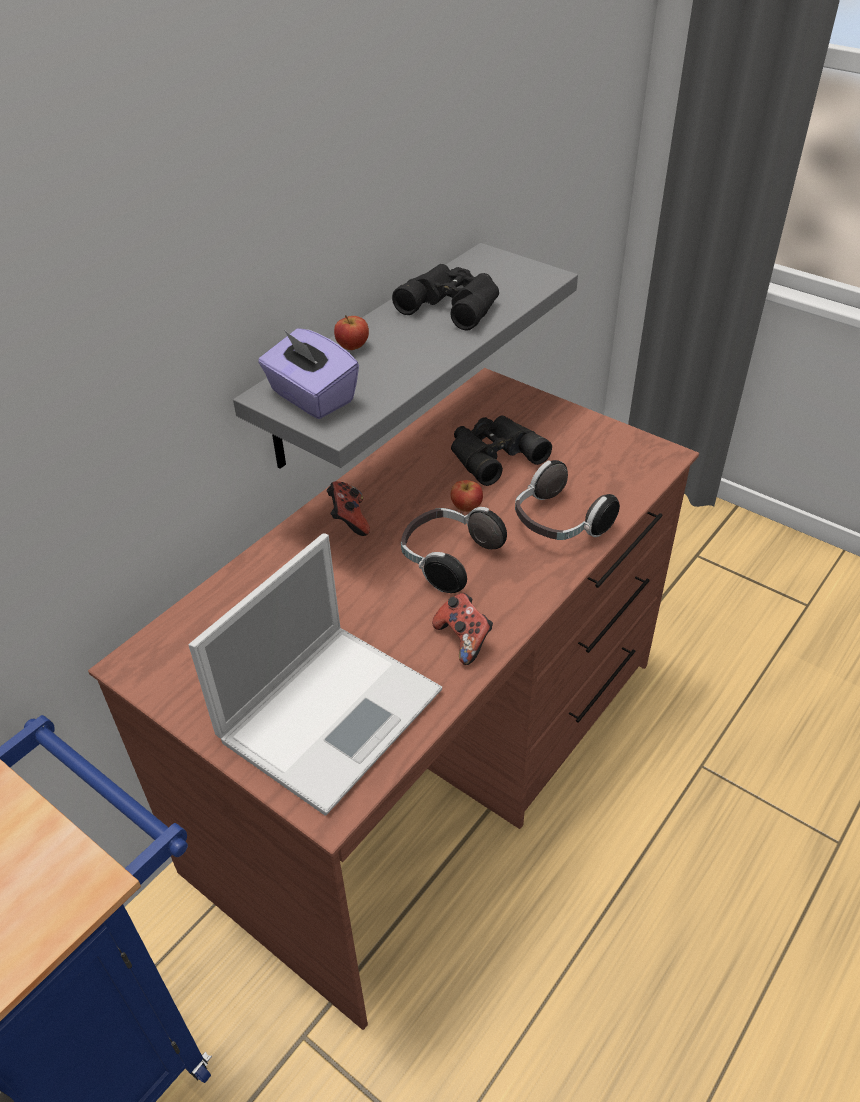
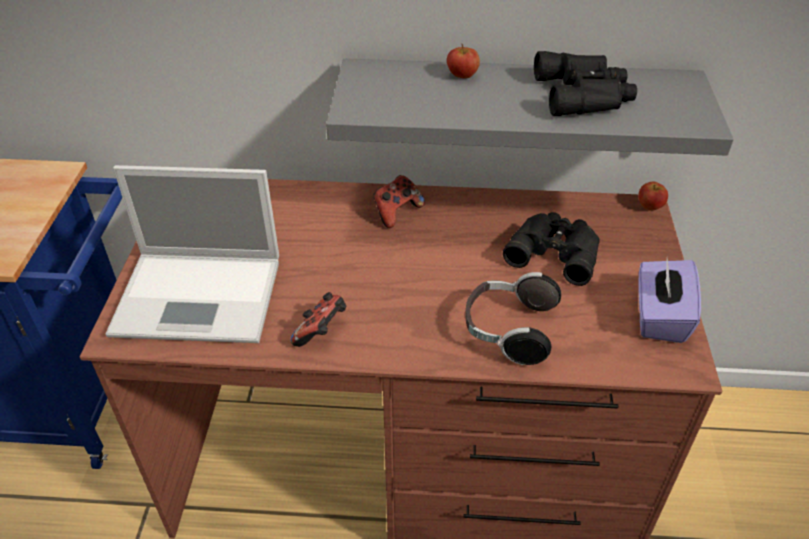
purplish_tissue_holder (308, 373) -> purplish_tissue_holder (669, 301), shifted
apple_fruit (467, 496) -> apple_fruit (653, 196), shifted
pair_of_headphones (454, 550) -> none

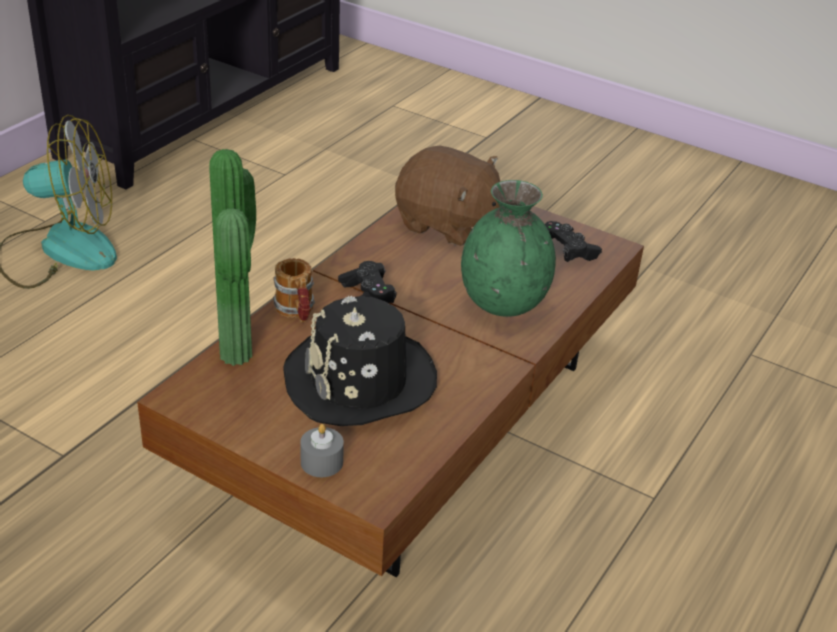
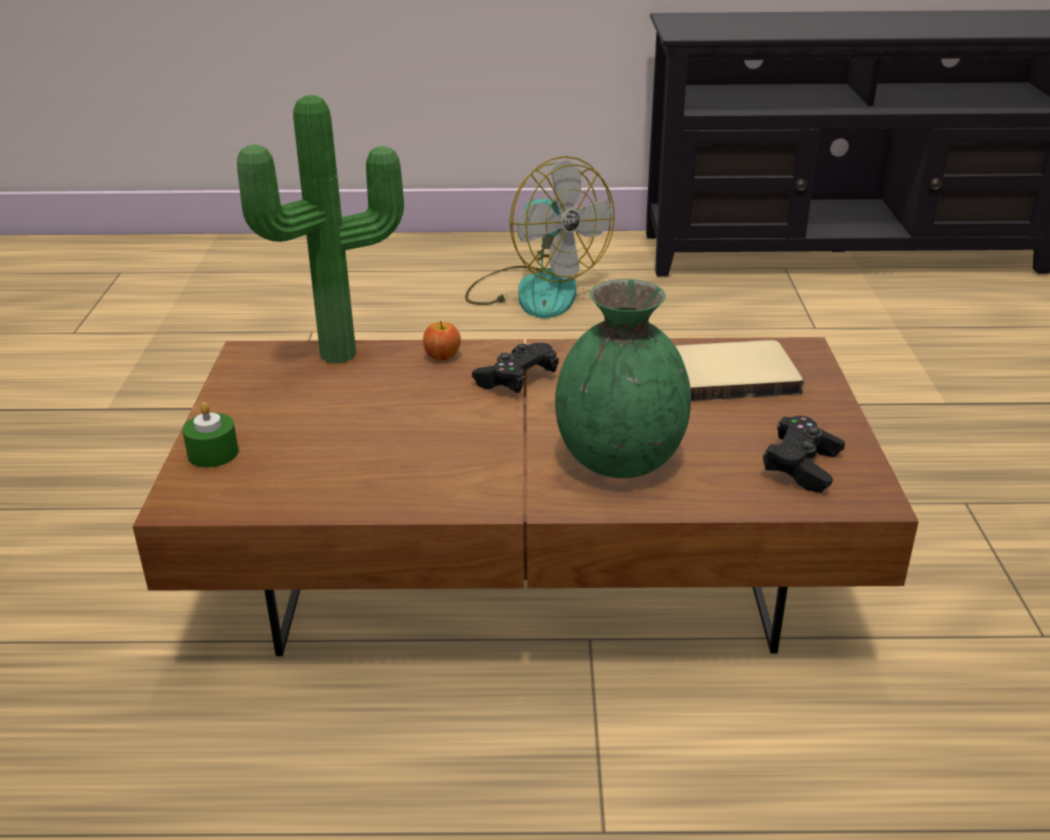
brownish_plush_toy (447, 195) -> sand-coloured_bound_book (739, 370)
mug (294, 290) -> apple_fruit (442, 341)
blackish_clothing_hat (360, 361) -> none
greyish_wax_candle (322, 450) -> greenish_wax_candle (210, 435)

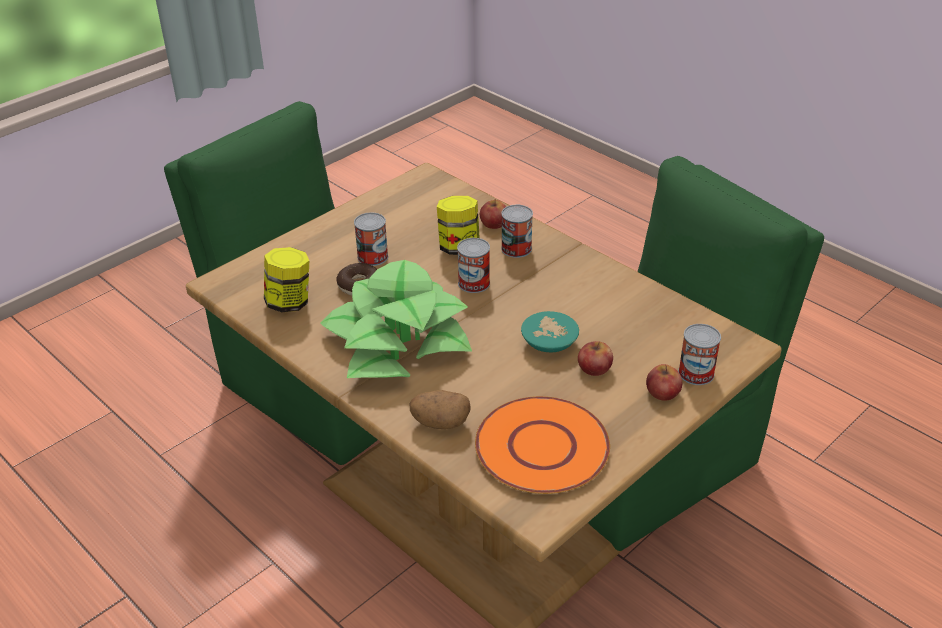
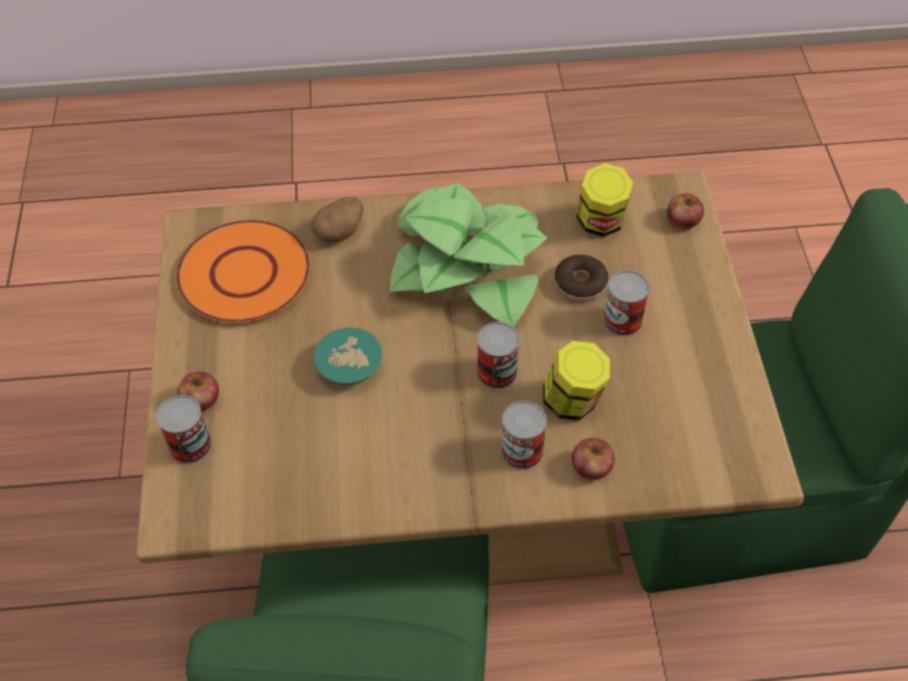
apple_fruit (595, 358) -> apple_fruit (685, 211), shifted

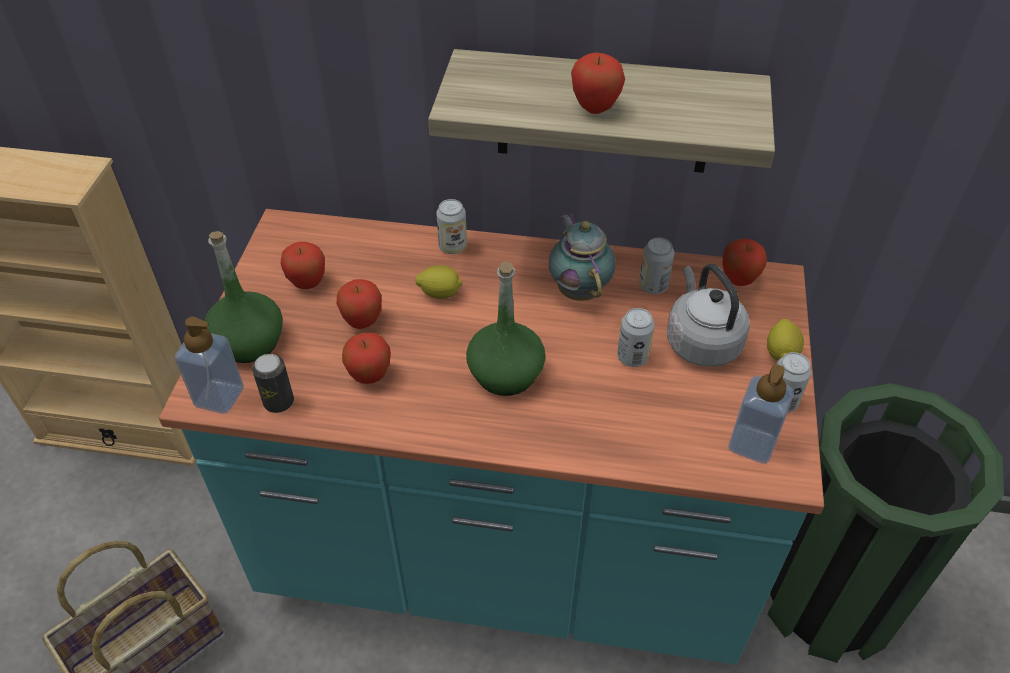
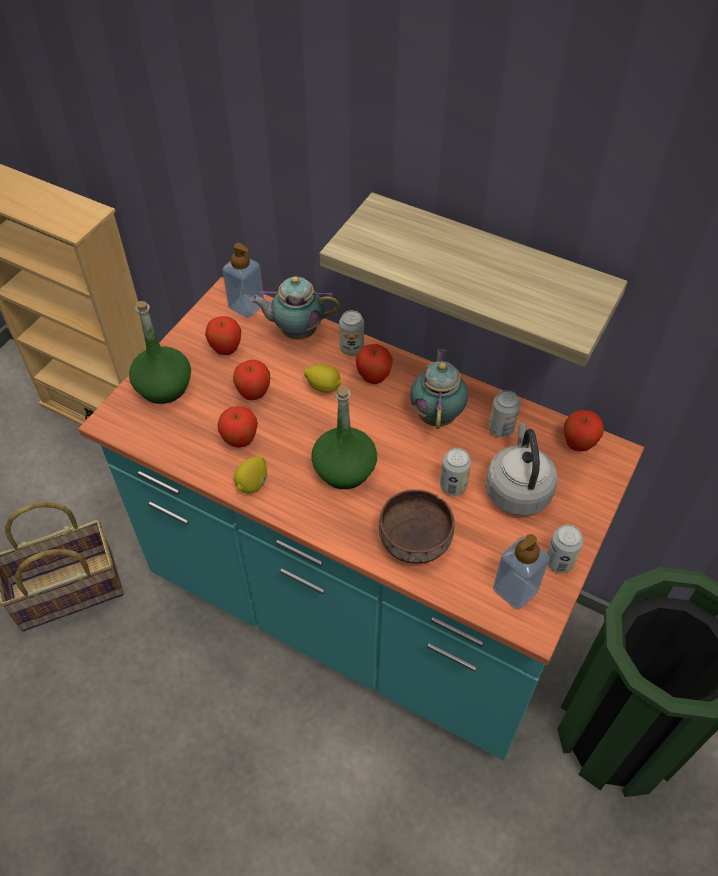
apple_fruit (598, 83) -> apple_fruit (374, 364), shifted
liquid_soap_bottle (209, 365) -> liquid_soap_bottle (243, 280), shifted
whole_lemon (785, 340) -> whole_lemon (250, 475), shifted
metal_can (273, 383) -> none
none -> teapot (295, 308)
none -> brownish_deep_dish (417, 527)

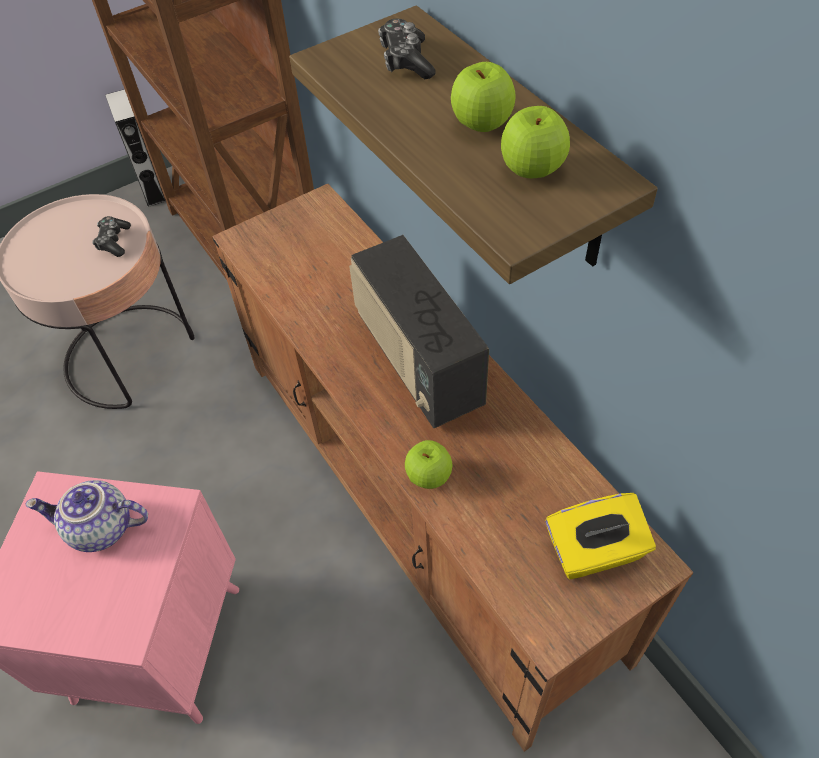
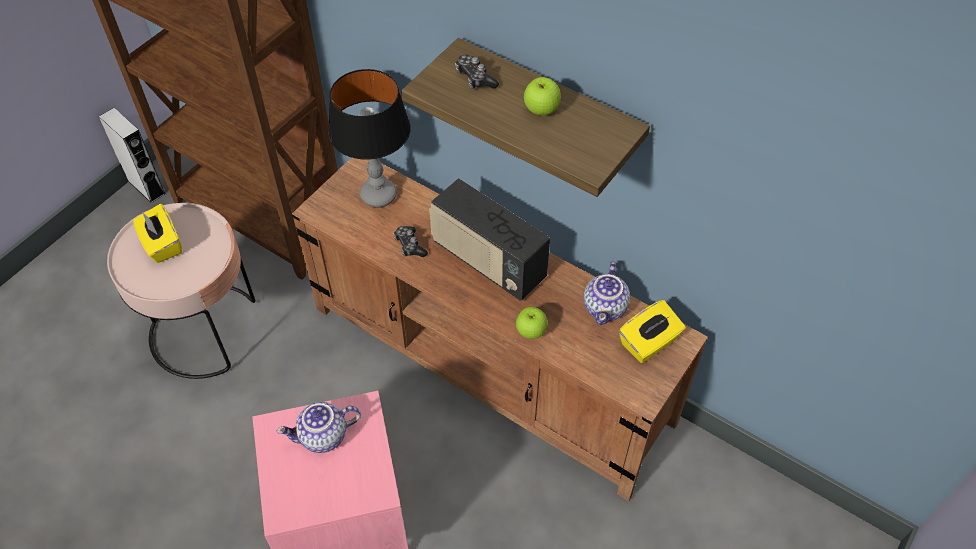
apple_fruit (535, 142) -> none
gamepad (111, 236) -> gamepad (410, 241), shifted
none -> lamp_for_a_table (369, 138)
none -> yellow_tissue_holder (157, 233)
none -> teapot (607, 293)

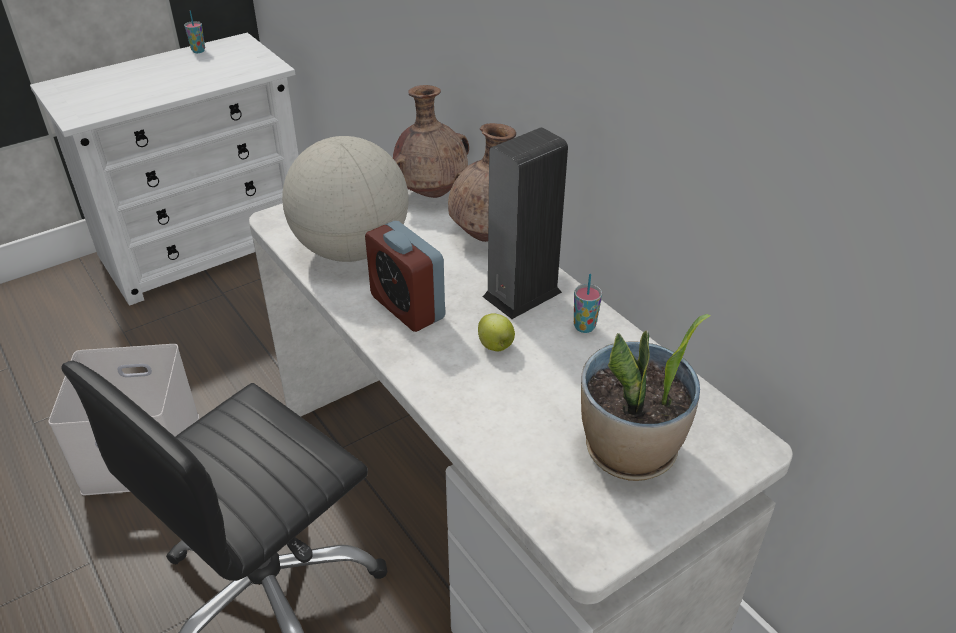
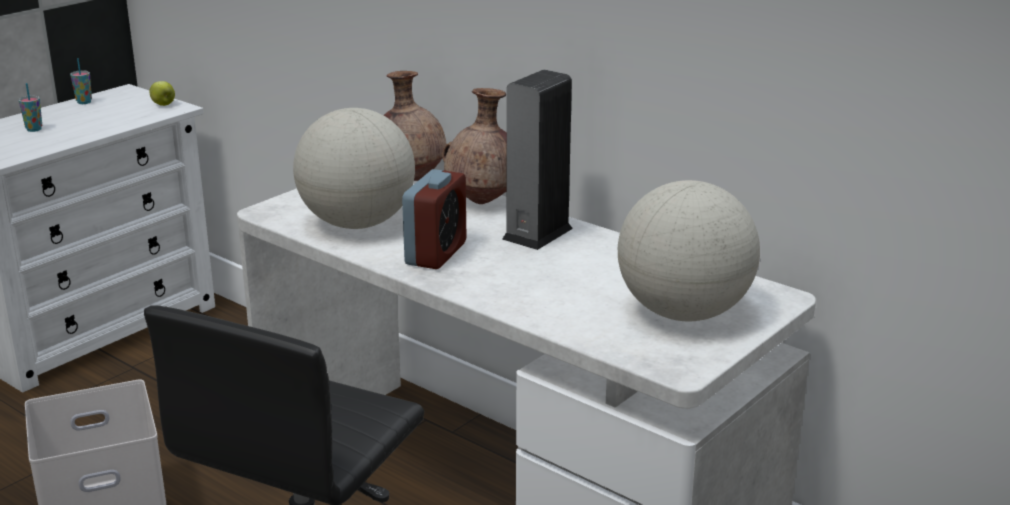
alarm_clock (405, 276) -> alarm_clock (434, 219), 105 degrees counterclockwise
small_cup (588, 303) -> small_cup (30, 107), shifted
apple_fruit (496, 332) -> apple_fruit (162, 93), shifted
houseplant (646, 397) -> globe (689, 250)

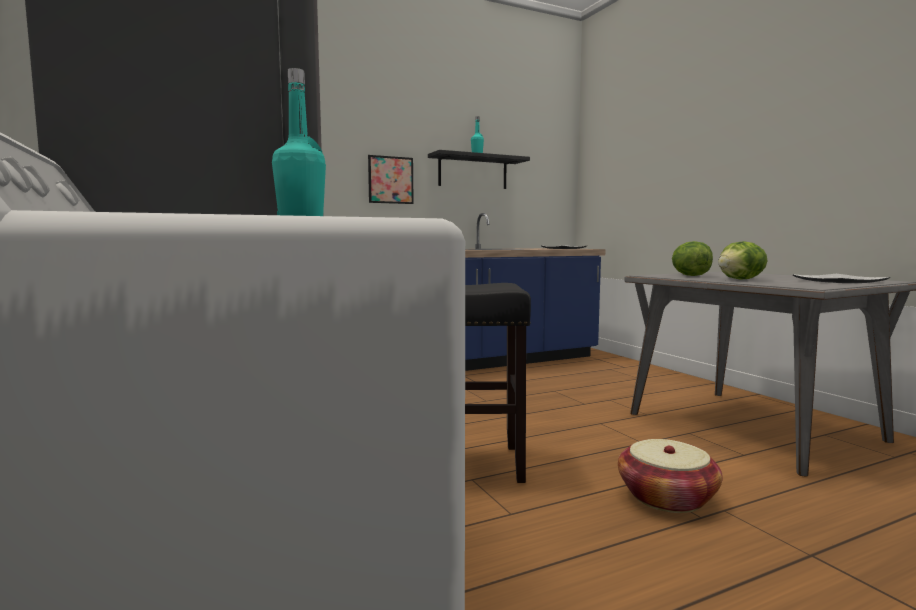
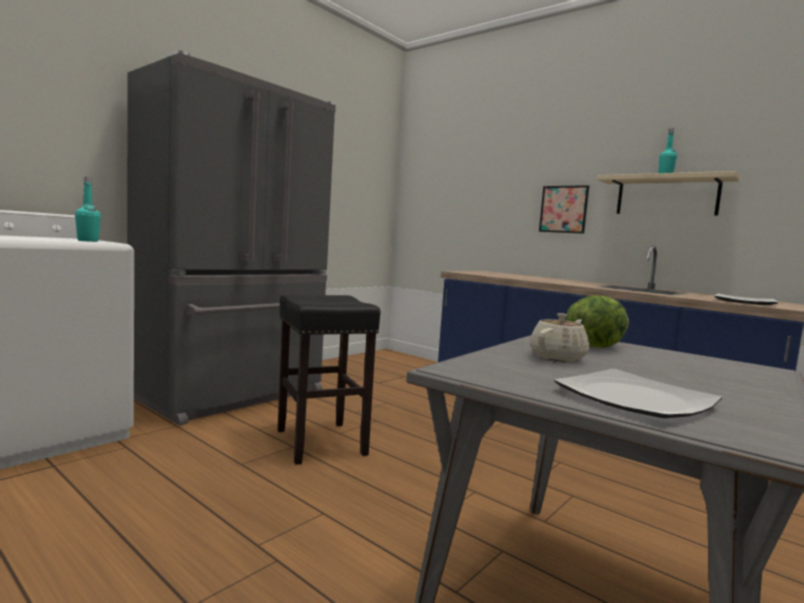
blackish_shelf (479, 169) -> sand-coloured_shelf (668, 193)
lettuce_head (742, 260) -> sand-coloured_teapot (559, 337)
basket (670, 476) -> none

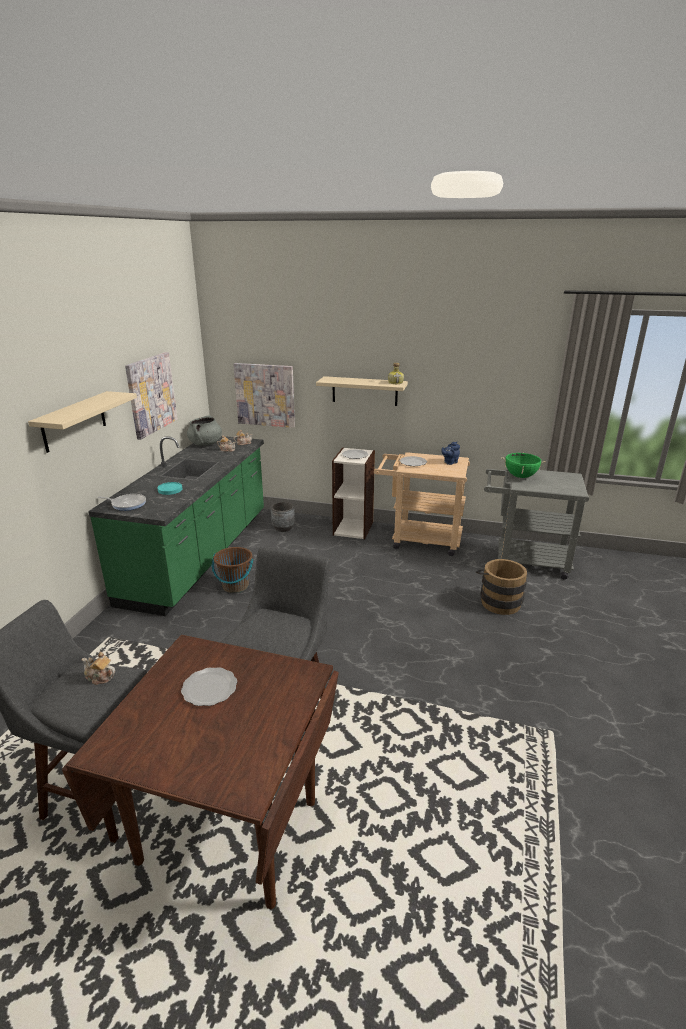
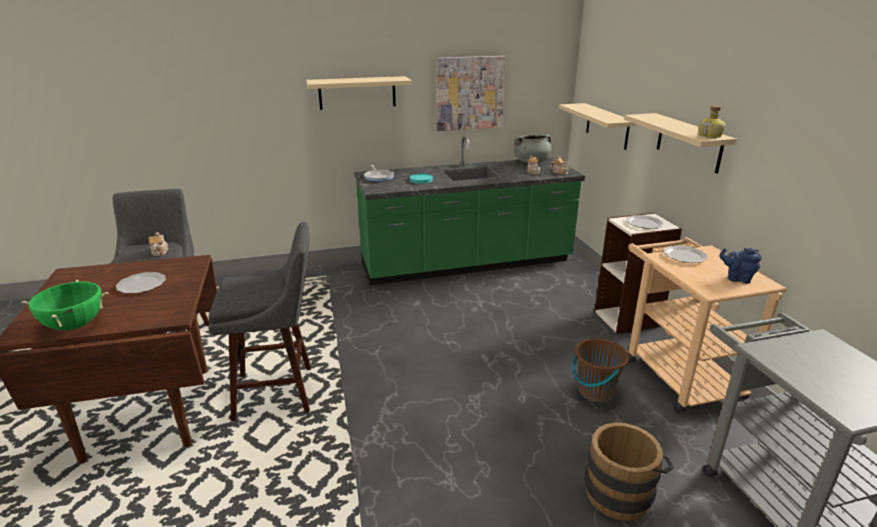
wall_picture (264, 395) -> sand-coloured_shelf (598, 126)
greenish_saucepot (523, 465) -> greenish_saucepot (65, 304), shifted
greyish_flower_pot (283, 517) -> none
brownish_water_bucket (233, 570) -> brownish_water_bucket (600, 370), shifted

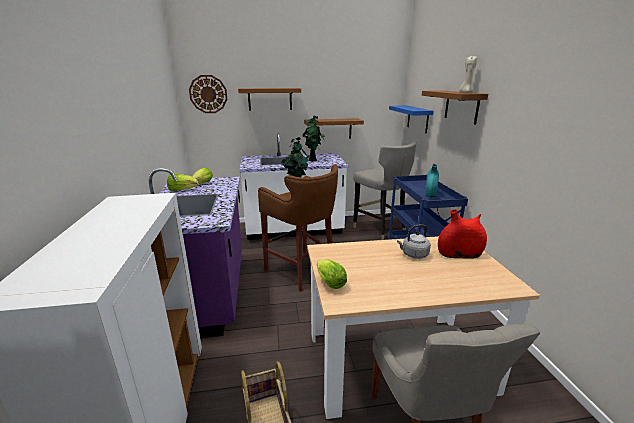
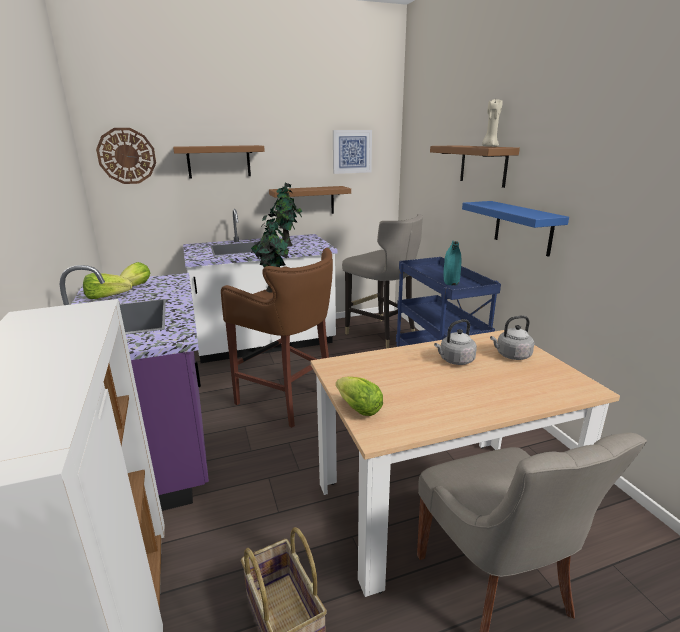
blue_shelf (411, 119) -> blue_shelf (515, 229), shifted
red_decorative_vase (462, 234) -> greyish_tea_kettle (512, 337)
none -> wall_picture (352, 152)

